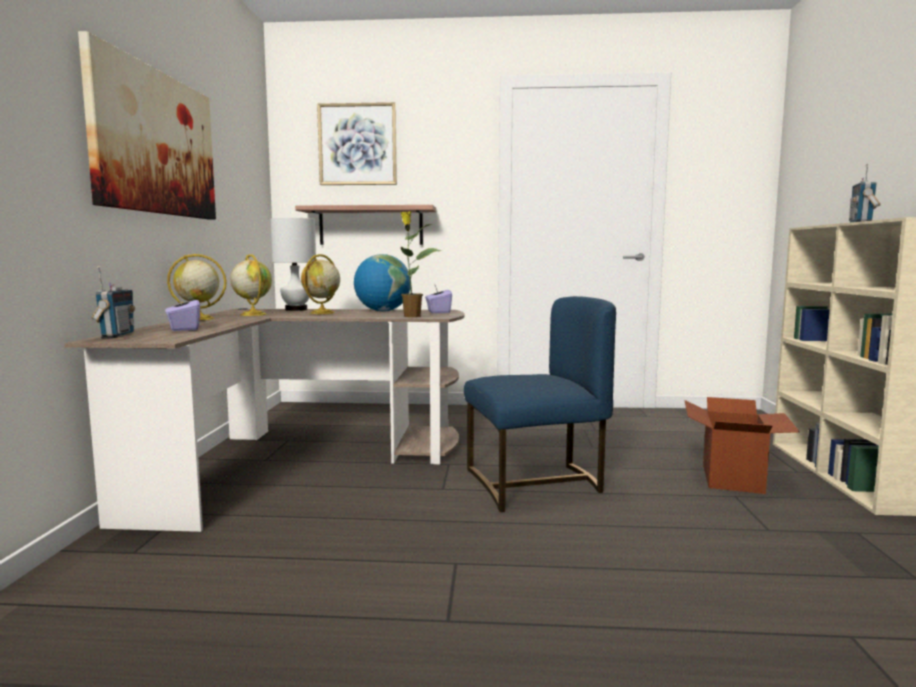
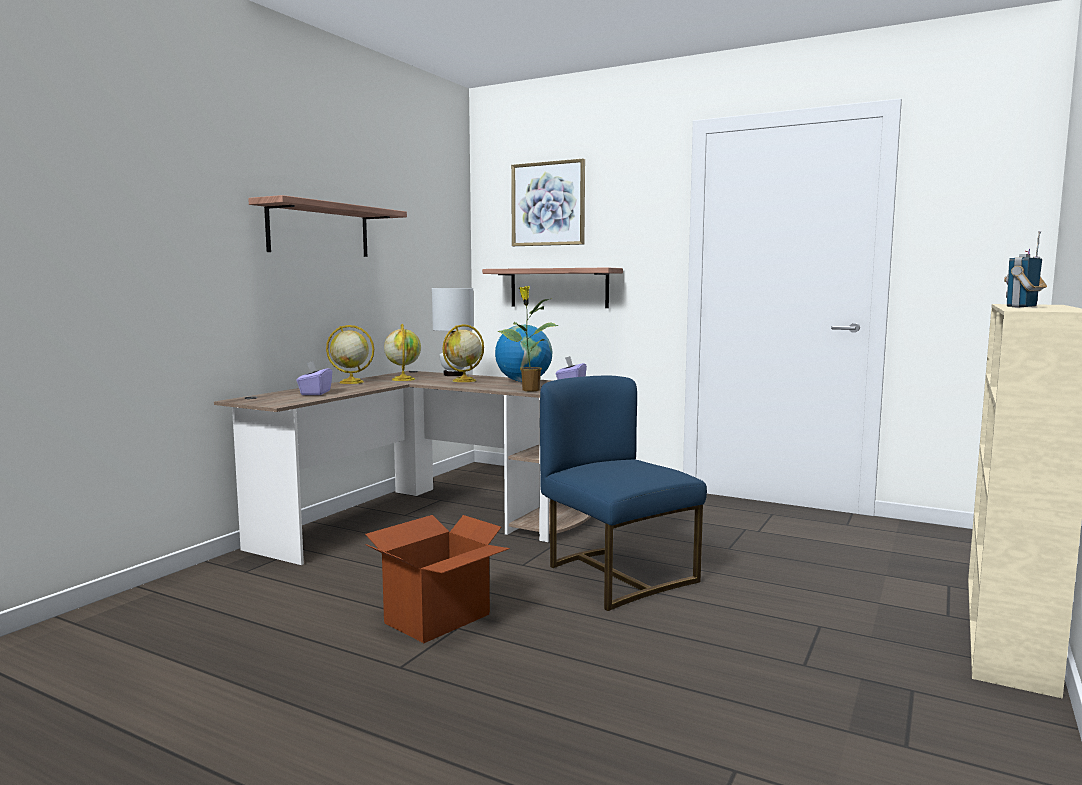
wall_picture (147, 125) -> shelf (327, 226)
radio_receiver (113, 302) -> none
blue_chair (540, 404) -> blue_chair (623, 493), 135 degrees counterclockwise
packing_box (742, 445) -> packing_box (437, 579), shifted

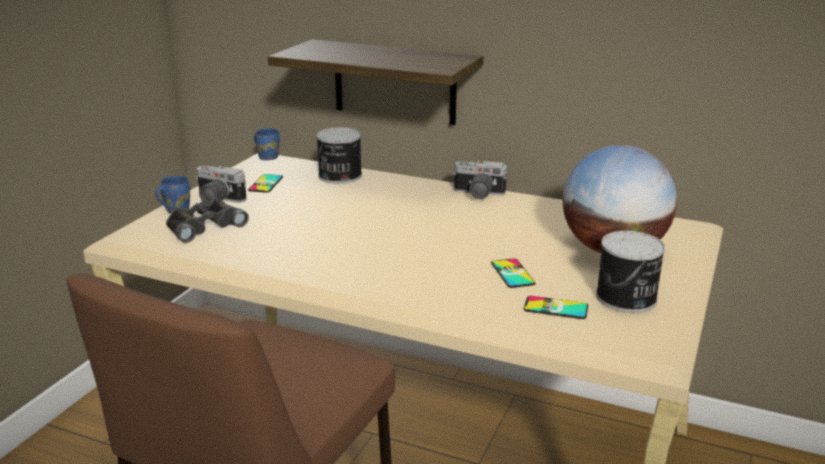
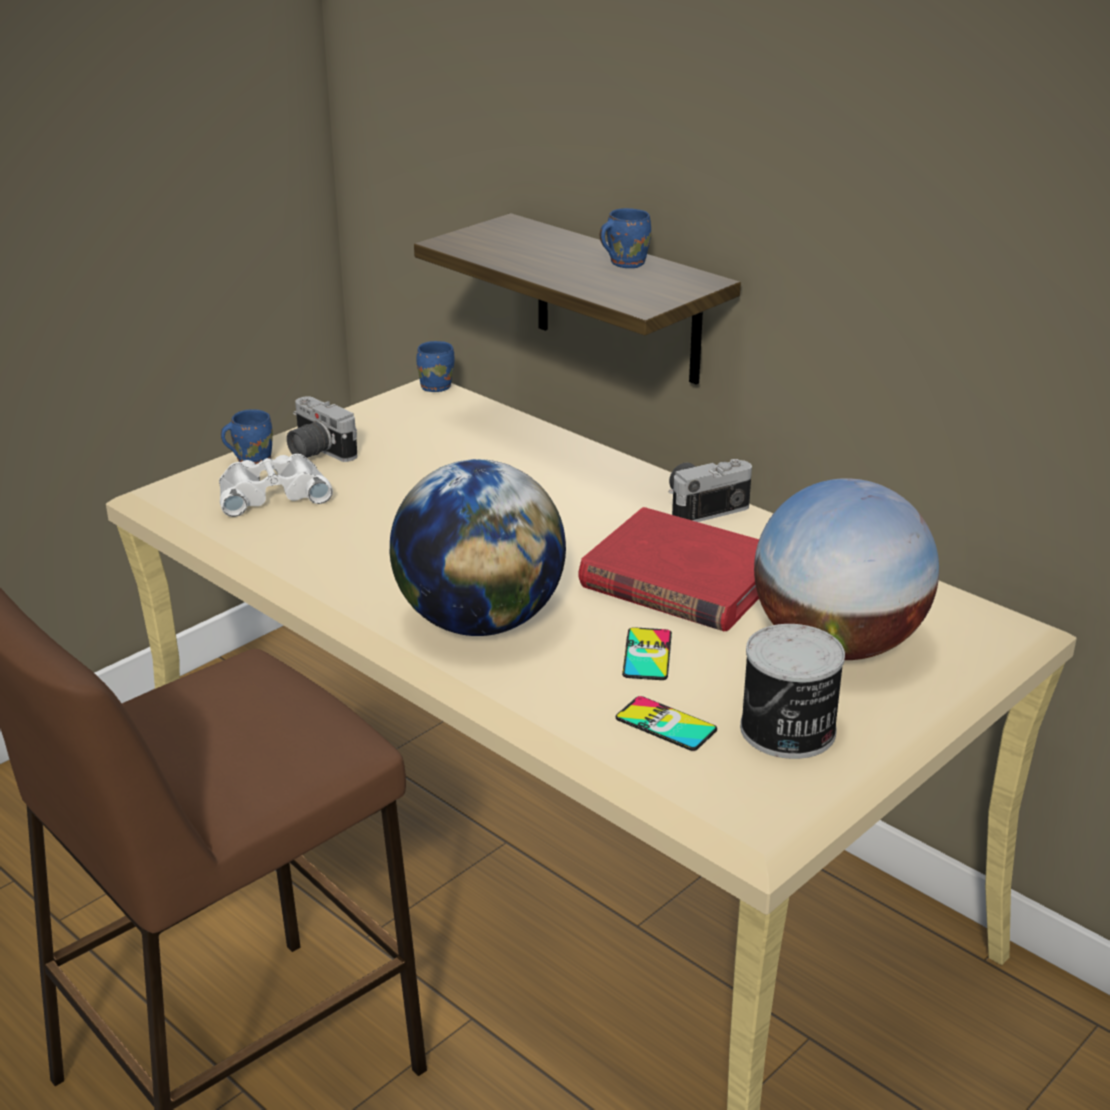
metal_can (339, 155) -> none
photo_camera (479, 179) -> photo_camera (710, 490), 120 degrees clockwise
telephone (265, 183) -> none
blackish_field_glasses (207, 220) -> whitish_field_glasses (276, 485)
none -> blue_mug (625, 238)
none -> globe (478, 547)
none -> red_bound_book (668, 569)

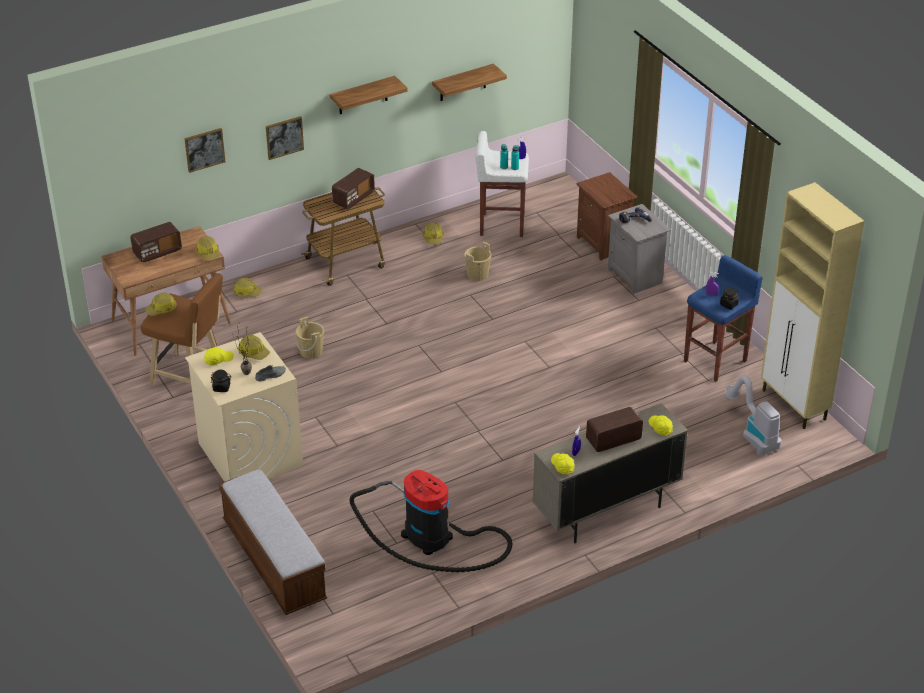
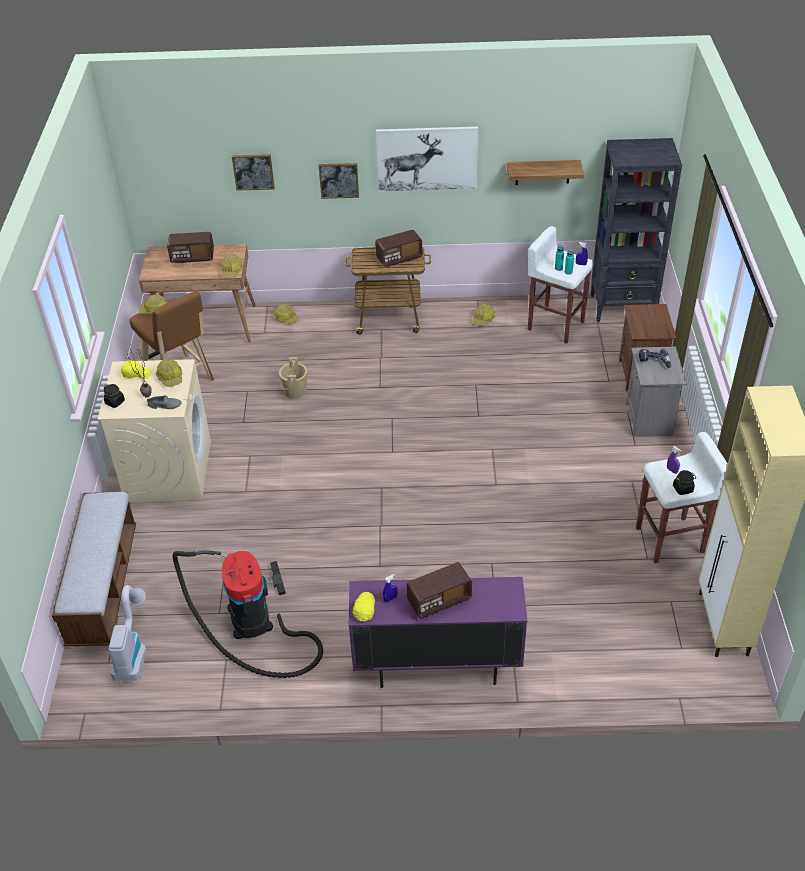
shelf (369, 95) -> wall_picture (427, 159)
sand-coloured_water_bucket (477, 261) -> none
blue_stool (723, 318) -> whitish_stool (682, 497)
hoover (753, 414) -> hoover (127, 633), shifted
sand-coloured_cupboard (610, 473) -> purplish_cupboard (438, 632)
radio_receiver (614, 429) -> radio_receiver (439, 590), 150 degrees clockwise
yellow_baseball_cap (661, 425) -> none
none -> blackish_bookcase (636, 230)

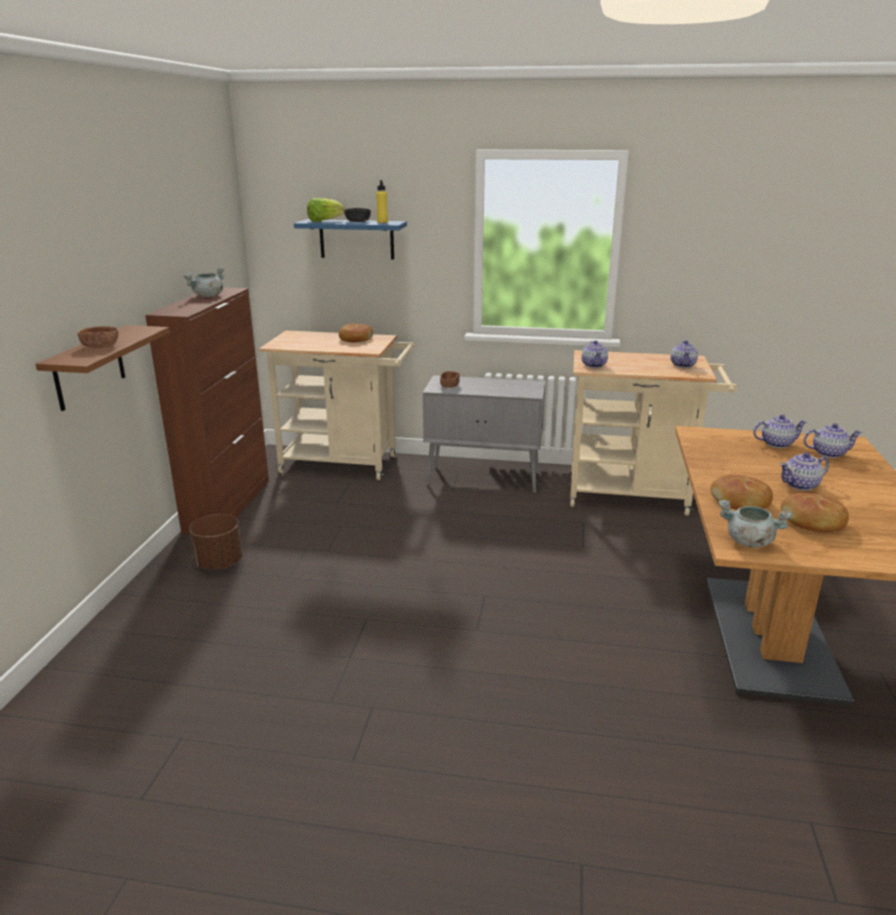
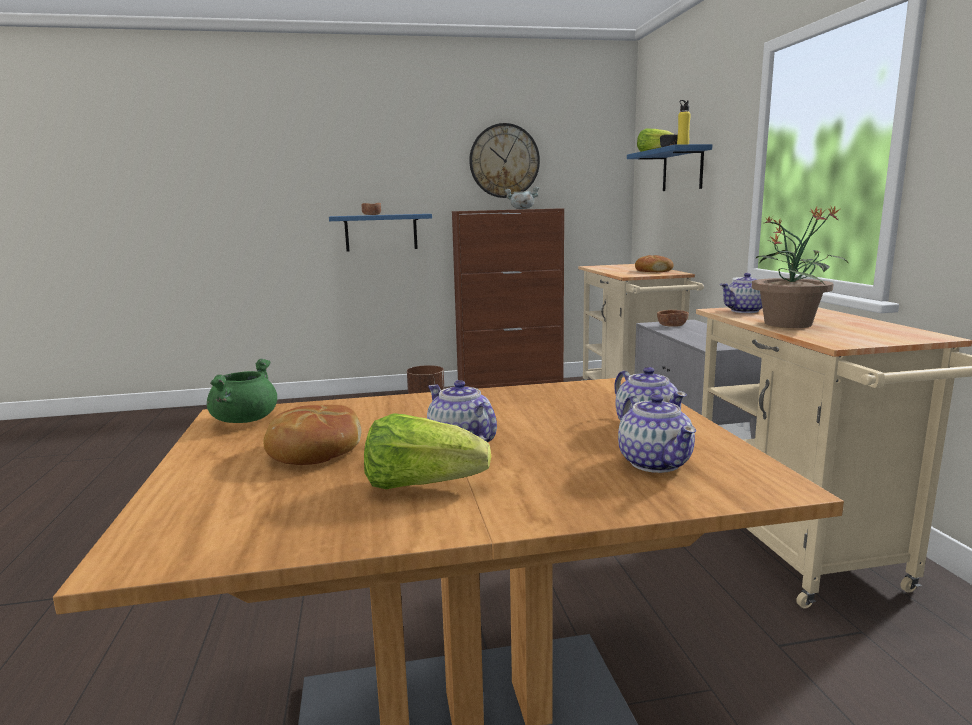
brownish_shelf (102, 368) -> blue_shelf (380, 232)
teapot (684, 354) -> none
baked_bread (741, 492) -> none
greyish_saucepot (755, 524) -> greenish_saucepot (242, 391)
none -> clock_on_the_wall (504, 160)
none -> houseplant (800, 266)
none -> lettuce_head (427, 451)

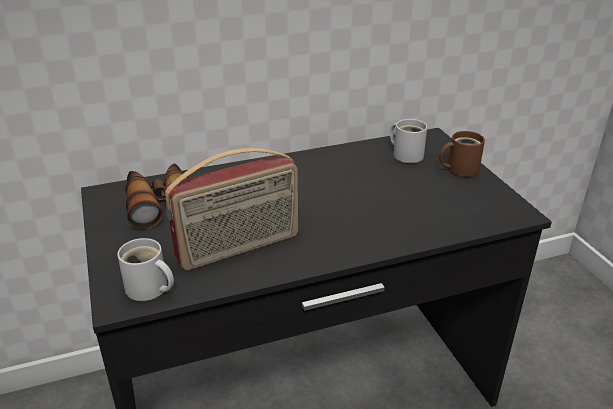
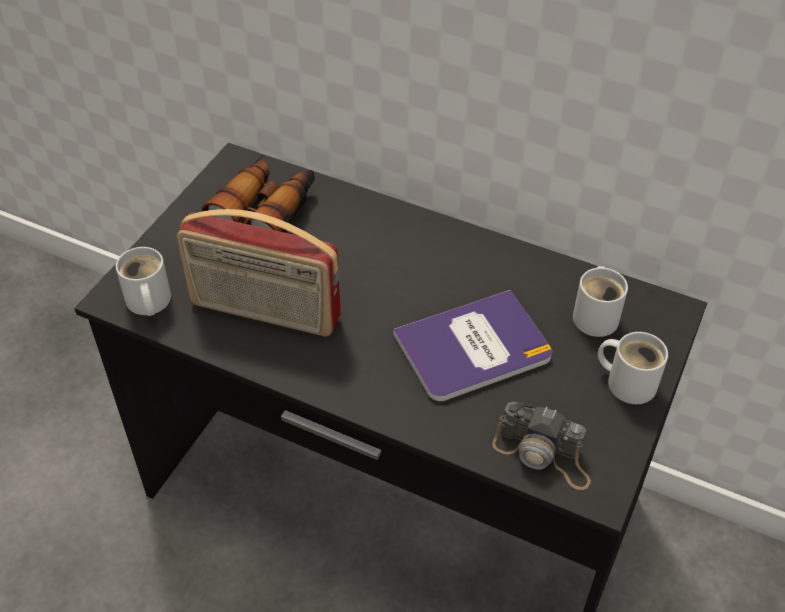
brownish_mug (462, 154) -> whitish_mug (633, 368)
none -> bound_book (472, 345)
none -> photo_camera (541, 446)

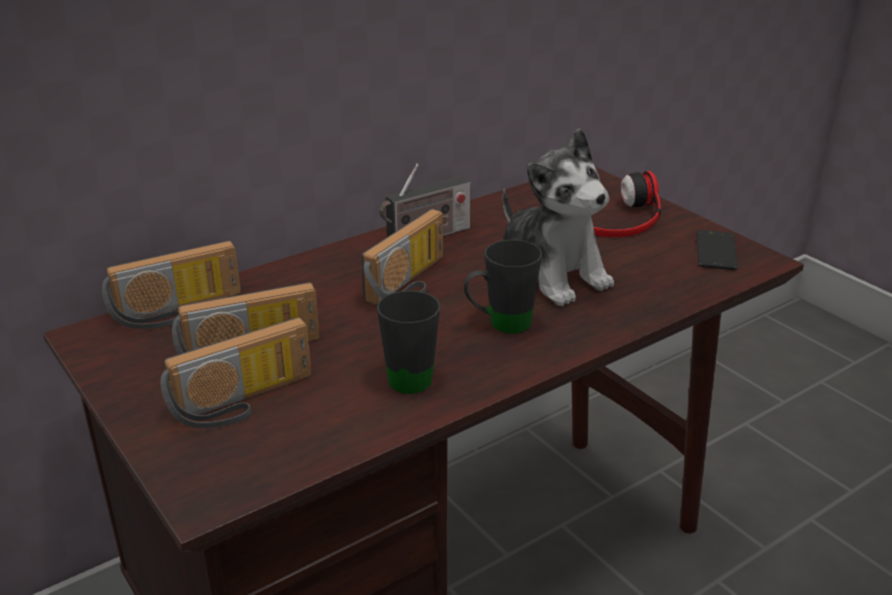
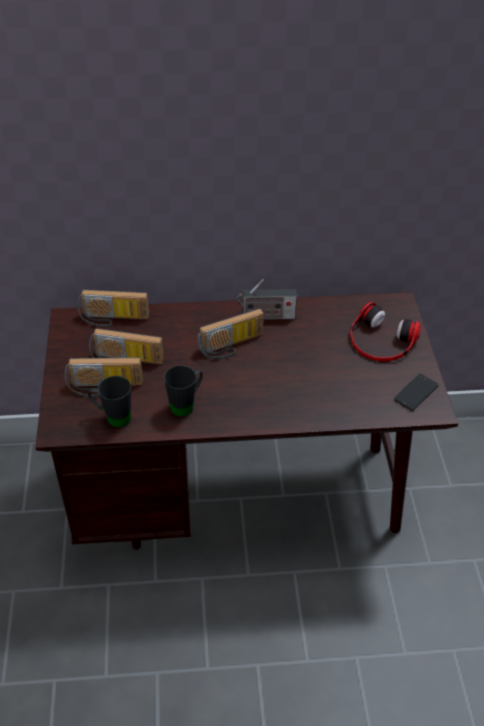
plush_toy (558, 217) -> none
blackish_mug (503, 287) -> blackish_mug (109, 401), shifted

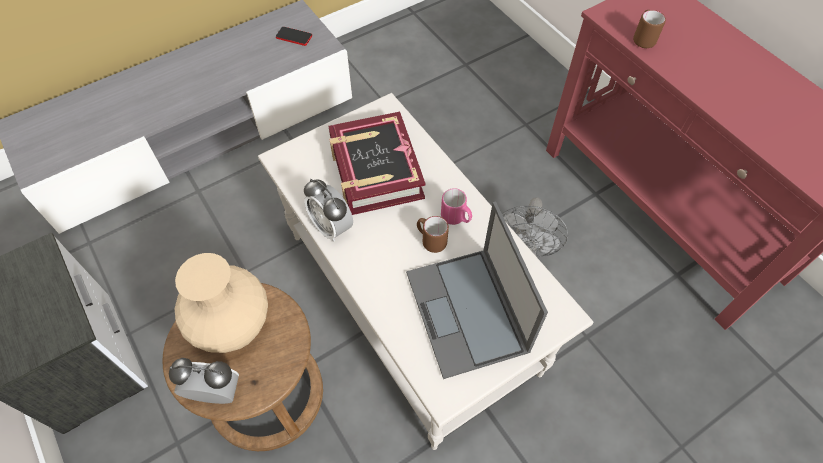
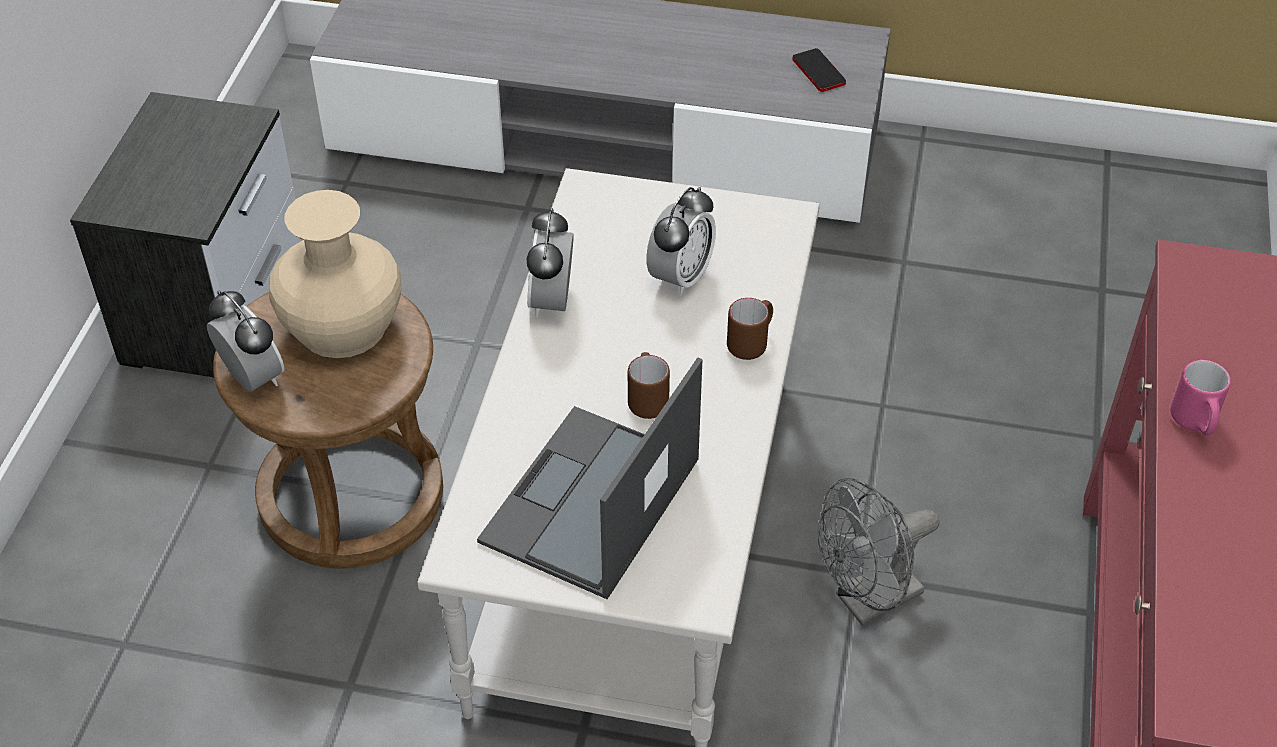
brownish_mug (649, 29) -> brownish_mug (750, 329), shifted
bound_book (377, 163) -> alarm_clock (681, 241)
pink-coloured_mug (456, 206) -> pink-coloured_mug (1201, 397), shifted

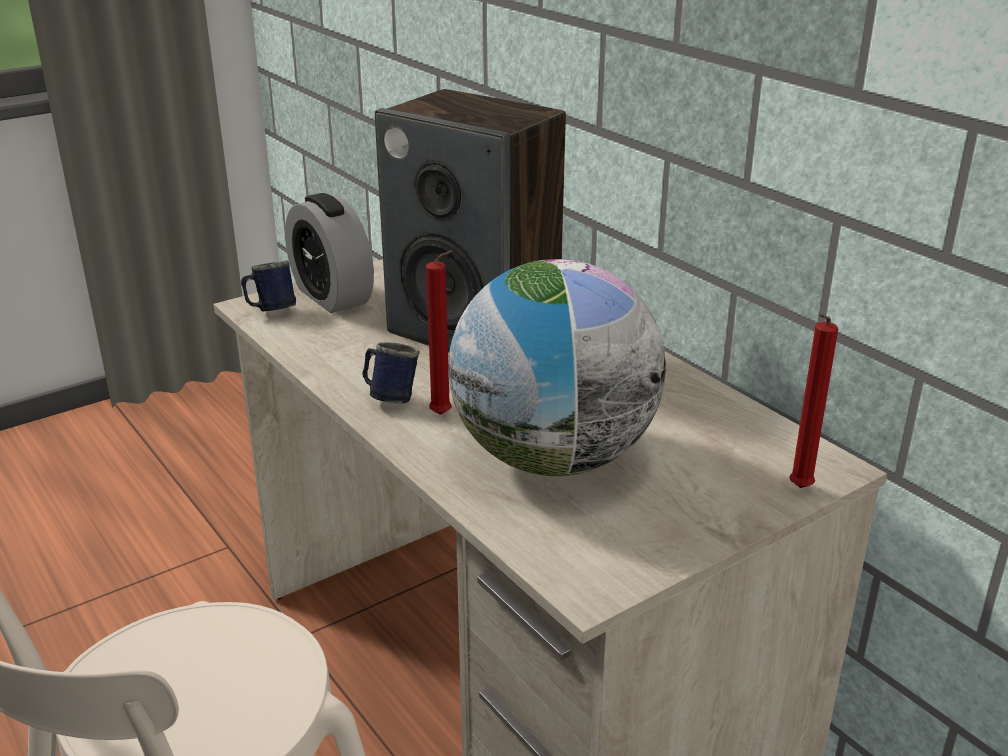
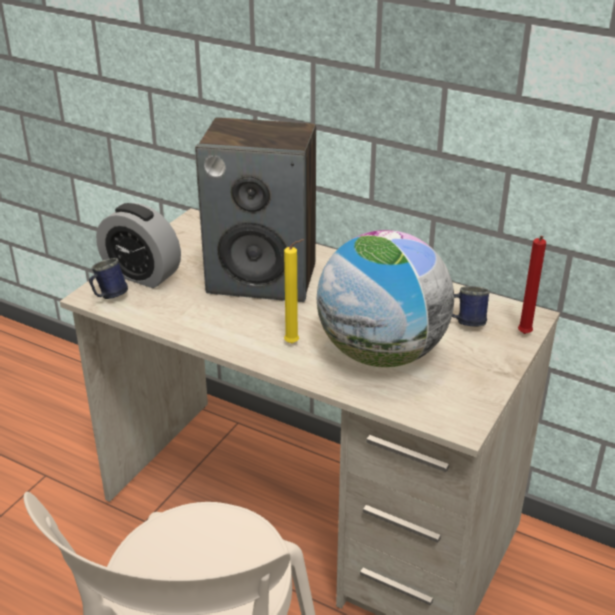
red_wax_candle (439, 332) -> yellow_wax_candle (294, 291)
blue_mug (391, 372) -> blue_mug (471, 306), shifted

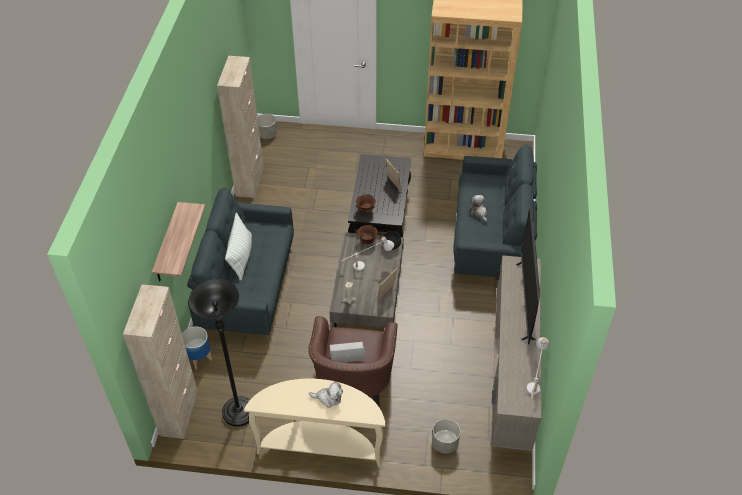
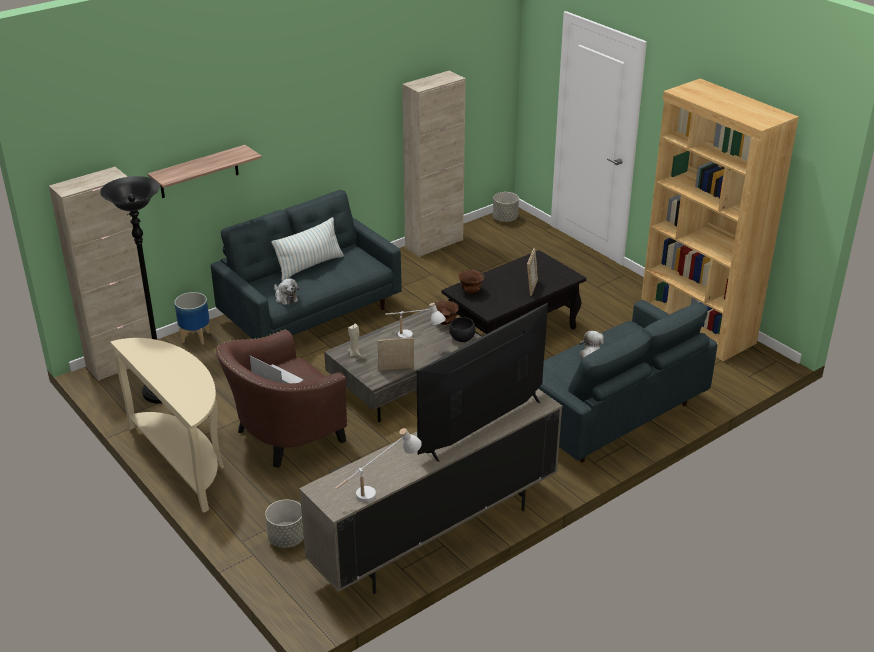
plush_toy (326, 395) -> plush_toy (286, 291), shifted

